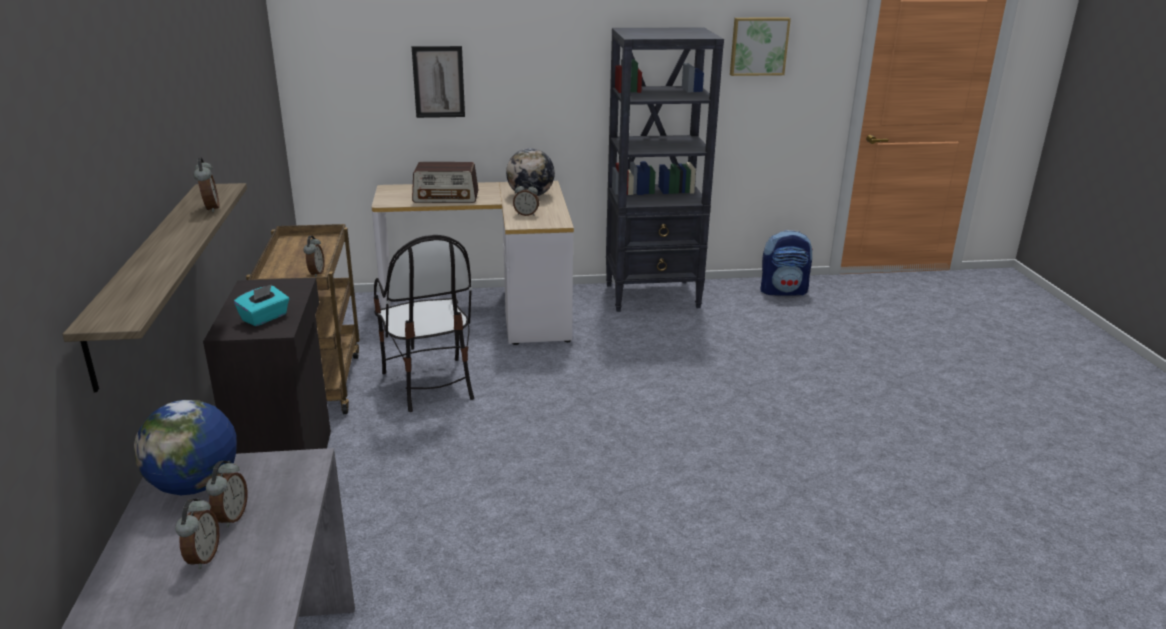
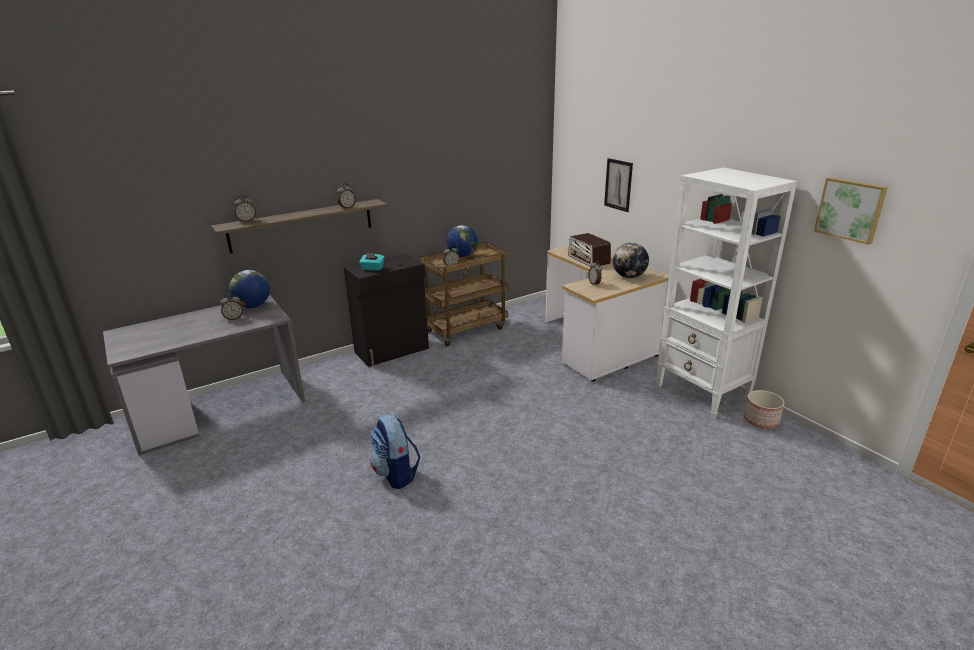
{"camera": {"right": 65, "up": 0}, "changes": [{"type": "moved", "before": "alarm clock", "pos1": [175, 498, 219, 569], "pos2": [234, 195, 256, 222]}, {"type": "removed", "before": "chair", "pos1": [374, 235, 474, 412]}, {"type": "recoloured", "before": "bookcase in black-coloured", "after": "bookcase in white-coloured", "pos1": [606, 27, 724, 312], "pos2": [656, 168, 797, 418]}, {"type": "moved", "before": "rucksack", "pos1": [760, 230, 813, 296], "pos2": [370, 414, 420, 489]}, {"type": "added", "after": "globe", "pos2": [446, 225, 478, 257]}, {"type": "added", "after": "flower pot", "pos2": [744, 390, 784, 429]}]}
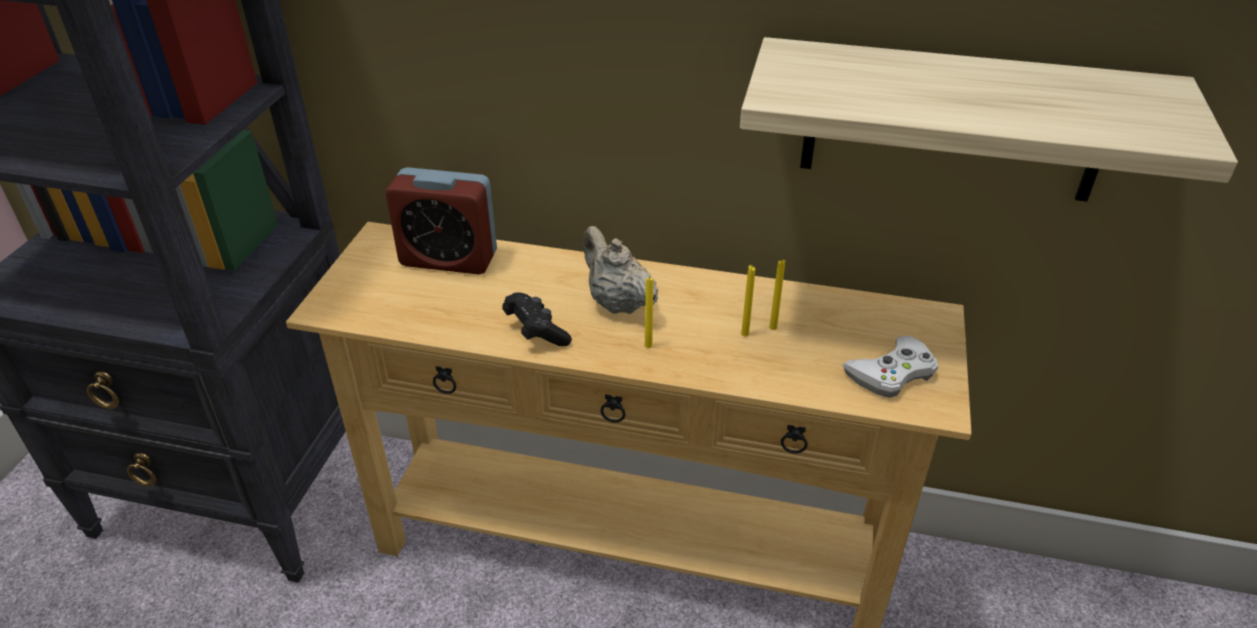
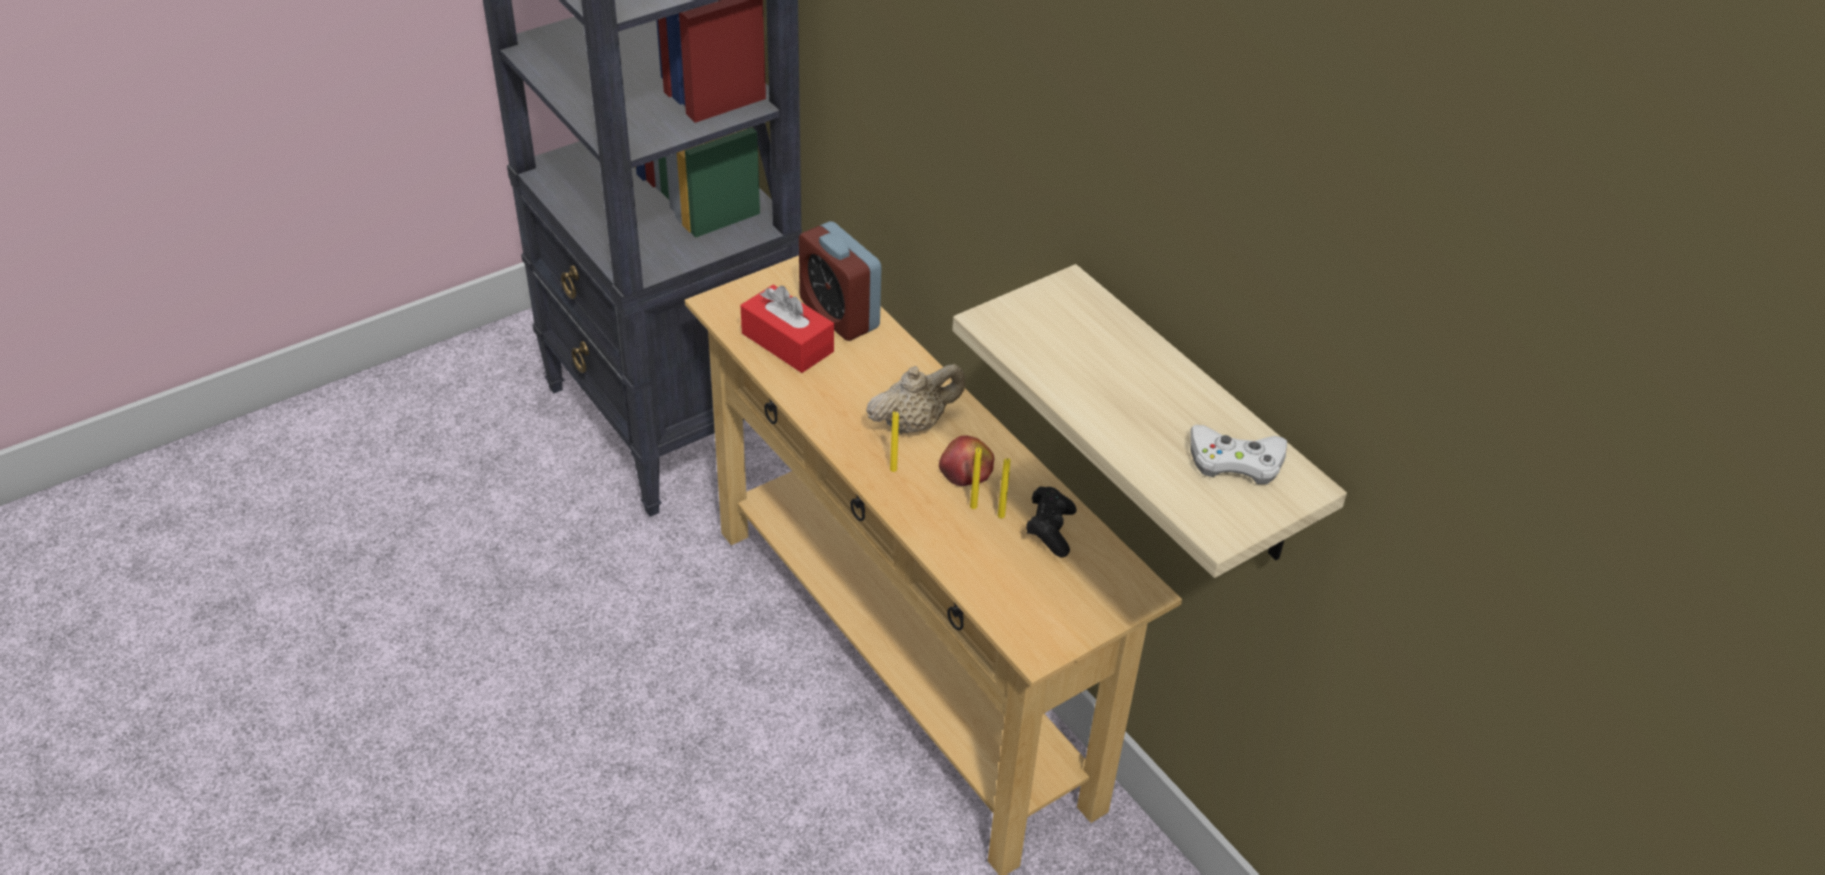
{"camera": {"right": 40, "up": 5}, "changes": [{"type": "moved", "before": "game controller in black-coloured", "pos1": [502, 292, 572, 346], "pos2": [1026, 486, 1077, 557]}, {"type": "turned", "before": "pot for tea in beige-coloured", "pos1": [583, 226, 658, 314], "pos2": [866, 364, 965, 434], "turn": 60}, {"type": "moved", "before": "game controller in white-coloured", "pos1": [842, 336, 938, 398], "pos2": [1190, 425, 1287, 484]}, {"type": "added", "after": "box of tissues in red", "pos2": [740, 285, 834, 373]}, {"type": "added", "after": "apple fruit", "pos2": [939, 436, 994, 486]}]}
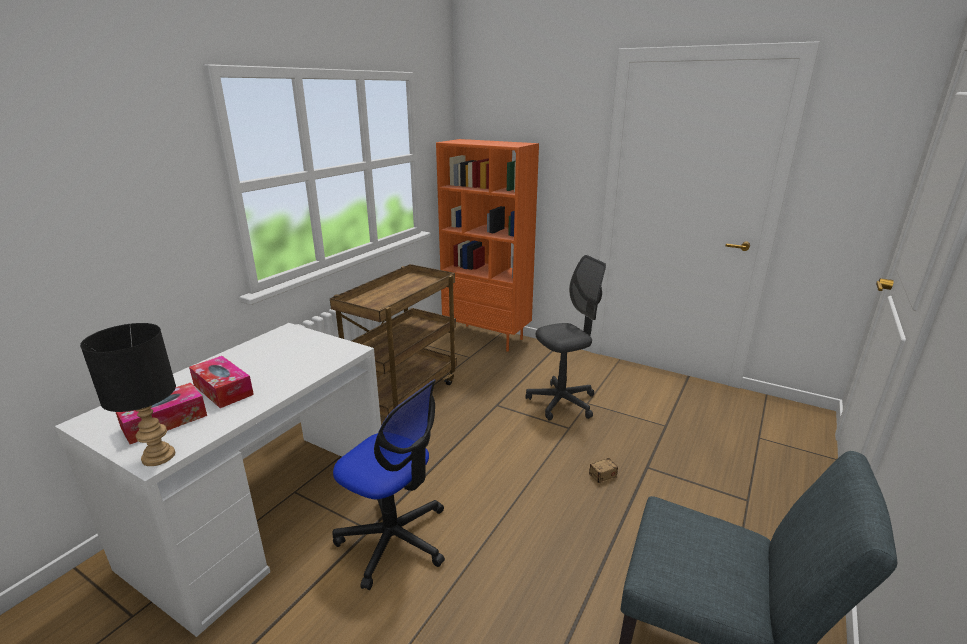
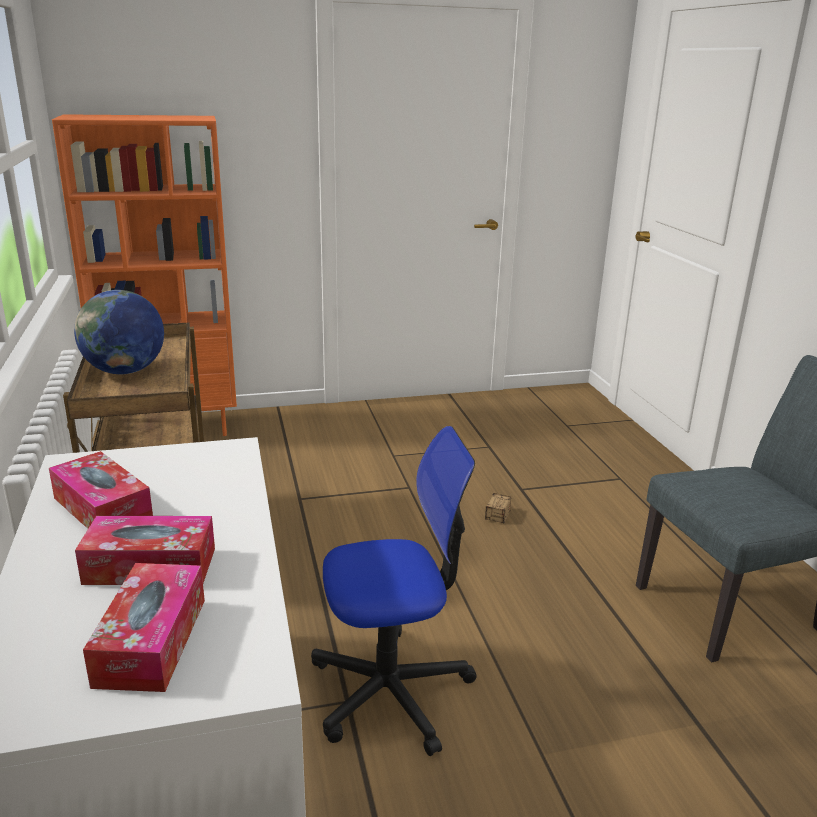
{"camera": {"right": -45, "up": 0}, "changes": [{"type": "removed", "before": "table lamp in black-coloured", "pos1": [80, 323, 176, 466]}, {"type": "removed", "before": "office chair in greyish", "pos1": [525, 255, 606, 421]}, {"type": "added", "after": "box of tissues", "pos2": [49, 451, 153, 529]}, {"type": "added", "after": "globe", "pos2": [74, 290, 164, 374]}]}
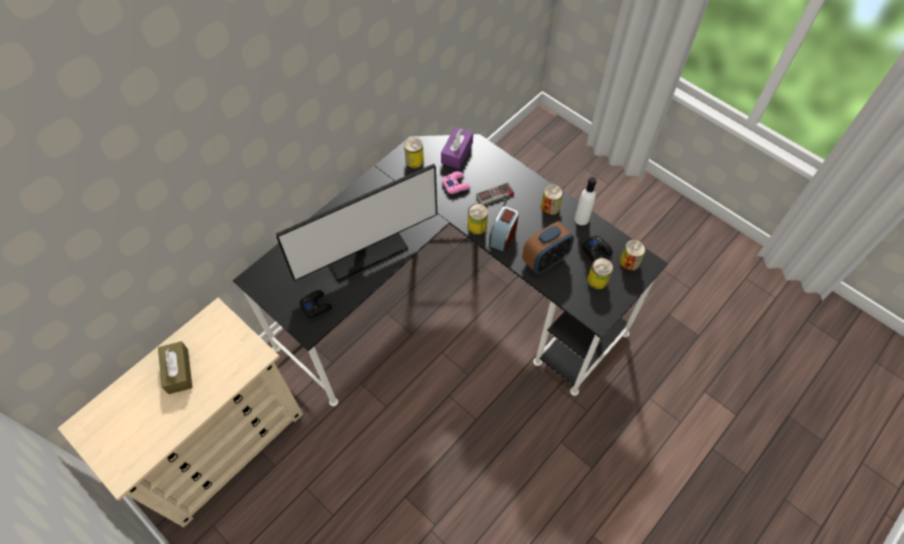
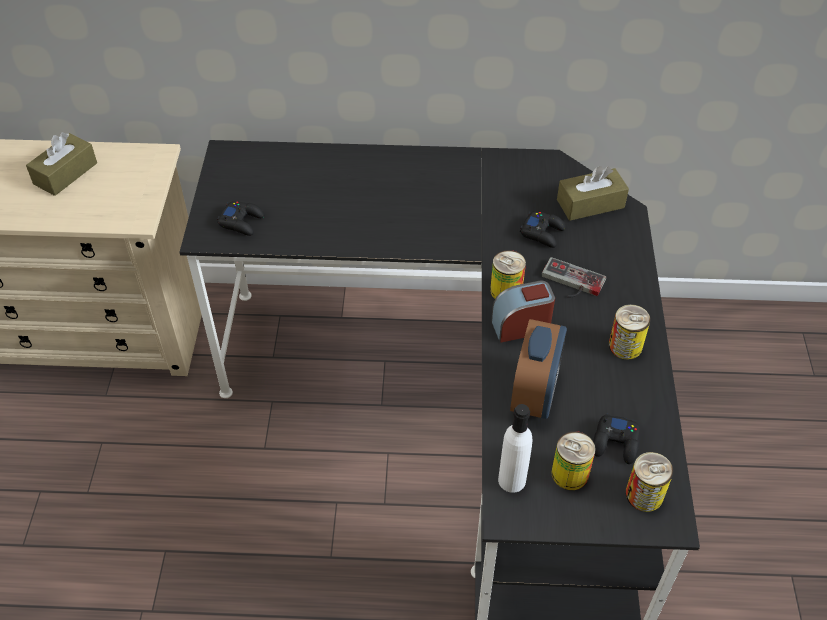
{"camera": {"right": 50, "up": -10}, "changes": [{"type": "removed", "before": "computer display", "pos1": [275, 164, 437, 282]}, {"type": "removed", "before": "can", "pos1": [404, 138, 424, 168]}, {"type": "recoloured", "before": "box of tissues in purple-coloured", "after": "box of tissues in brown", "pos1": [441, 127, 473, 169], "pos2": [557, 166, 629, 221]}, {"type": "recoloured", "before": "game controller in pinkish", "after": "game controller in black-coloured", "pos1": [442, 171, 470, 194], "pos2": [520, 211, 566, 248]}, {"type": "turned", "before": "alarm clock", "pos1": [522, 221, 574, 274], "pos2": [510, 319, 567, 419], "turn": -90}, {"type": "moved", "before": "bottle in white-coloured", "pos1": [574, 177, 597, 225], "pos2": [498, 404, 533, 493]}]}
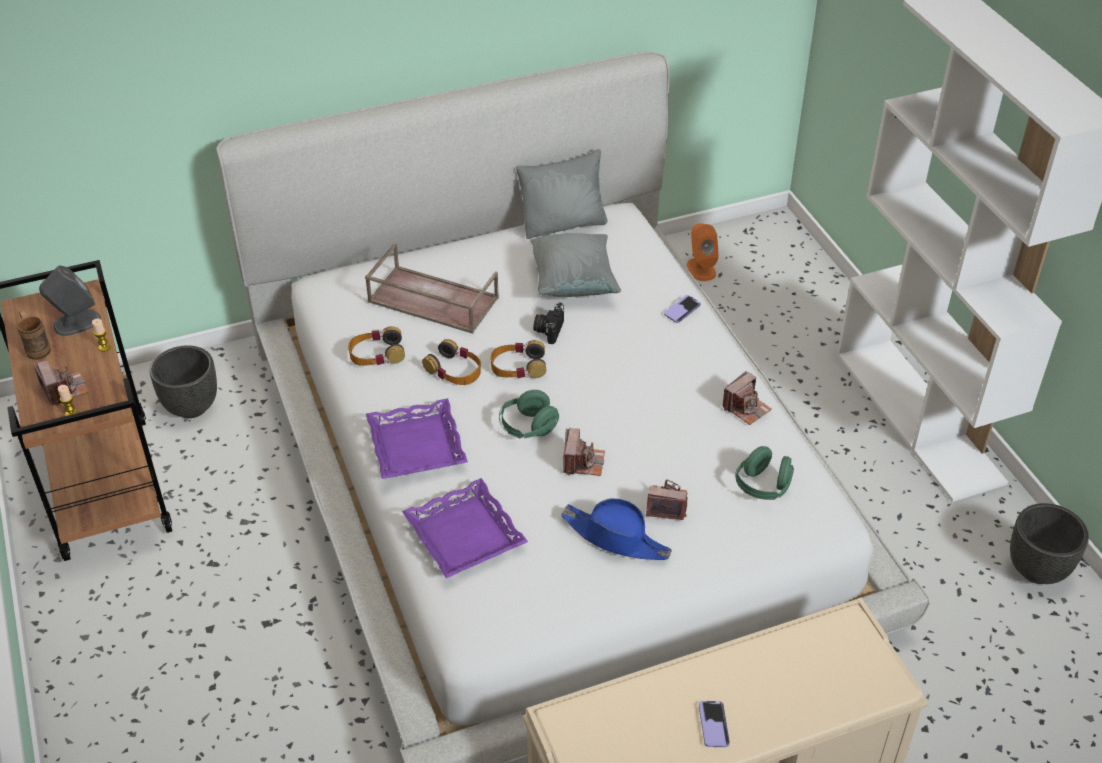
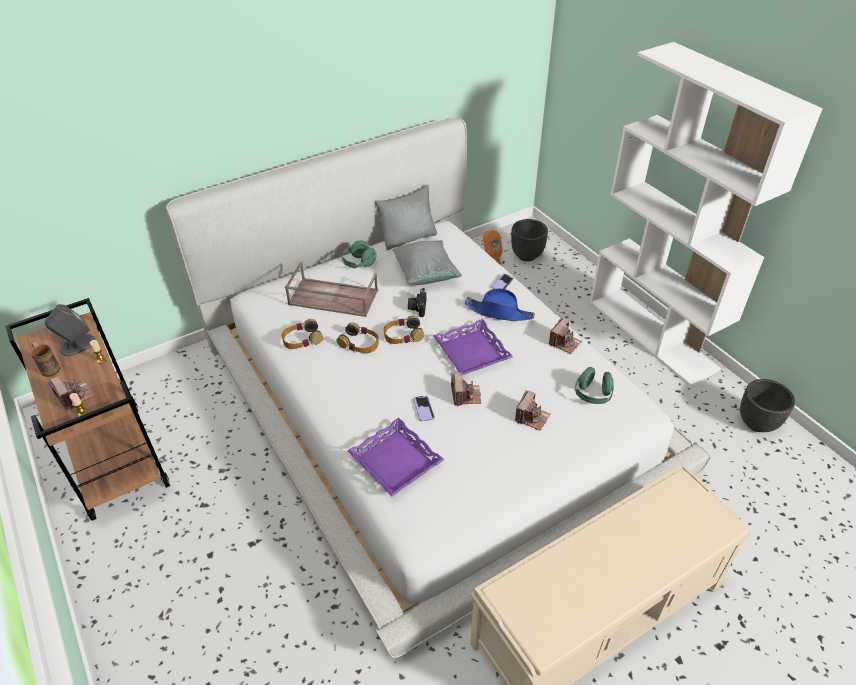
{"camera": {"right": -10, "up": 0}, "changes": [{"type": "moved", "before": "flower pot in black-coloured", "pos1": [150, 345, 217, 418], "pos2": [511, 219, 548, 261]}, {"type": "moved", "before": "serving tray in purple-coloured", "pos1": [366, 398, 468, 479], "pos2": [433, 319, 513, 375]}, {"type": "moved", "before": "headphones in green-coloured", "pos1": [499, 390, 559, 438], "pos2": [341, 241, 377, 269]}, {"type": "moved", "before": "hat in blue-coloured", "pos1": [561, 498, 672, 560], "pos2": [465, 289, 535, 321]}, {"type": "turned", "before": "photo camera", "pos1": [646, 479, 688, 520], "pos2": [515, 390, 551, 431], "turn": 120}, {"type": "moved", "before": "phone", "pos1": [699, 701, 730, 747], "pos2": [413, 396, 435, 421]}]}
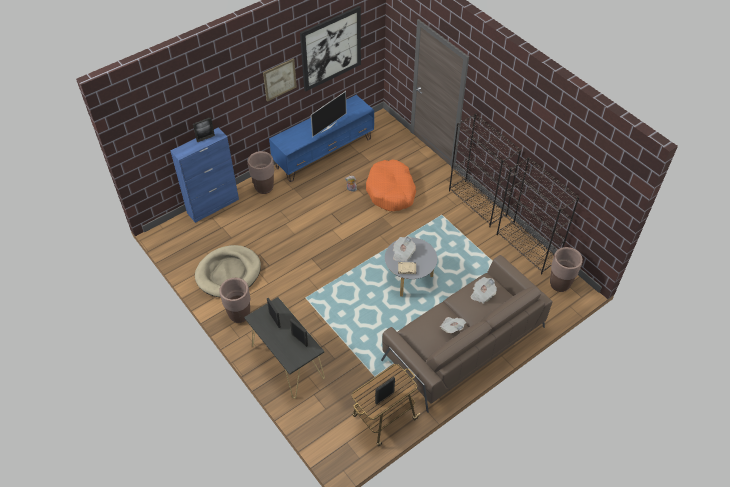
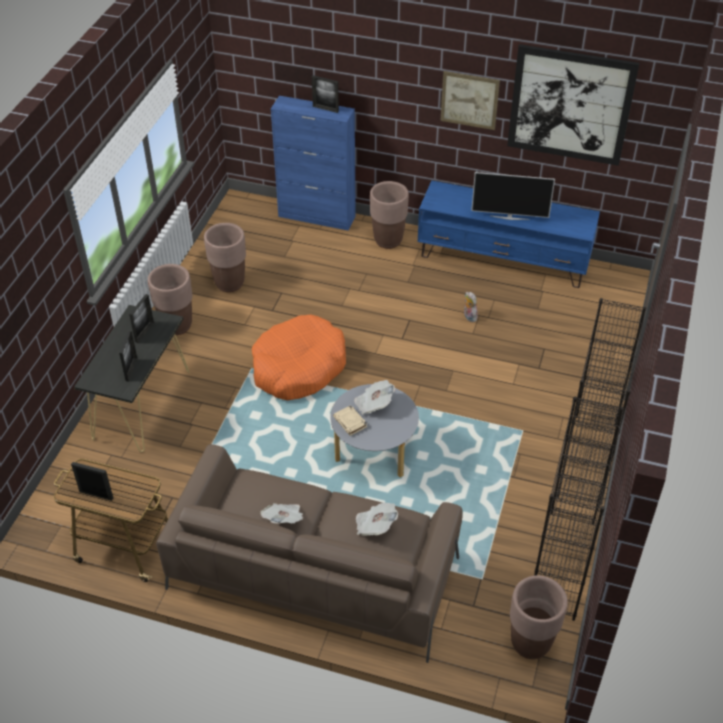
{"camera": {"right": 55, "up": -5}, "changes": [{"type": "replaced", "before": "pet bed in beige-coloured", "after": "flower pot in brown", "pos1": [195, 245, 261, 297], "pos2": [204, 223, 246, 292]}, {"type": "moved", "before": "pet bed in orange-coloured", "pos1": [366, 159, 416, 211], "pos2": [252, 315, 346, 400]}]}
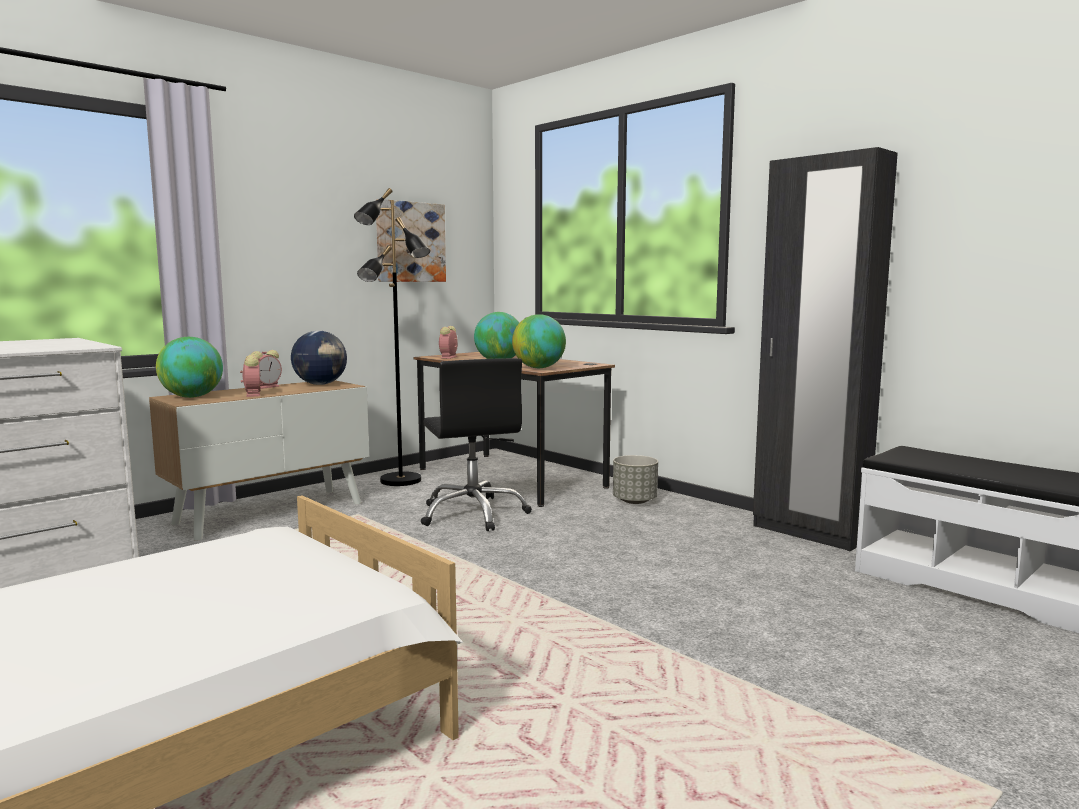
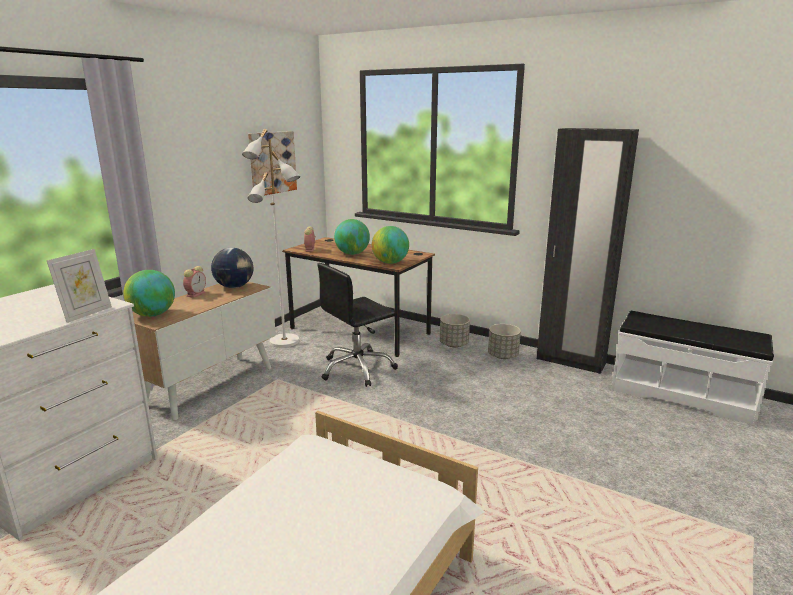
{"camera": {"right": -15, "up": 10}, "changes": [{"type": "removed", "before": "alarm clock", "pos1": [240, 355, 261, 397]}, {"type": "recoloured", "before": "standard lamp in black-coloured", "after": "standard lamp in white-coloured", "pos1": [354, 188, 430, 486], "pos2": [242, 129, 300, 348]}, {"type": "turned", "before": "office chair in black-coloured", "pos1": [421, 358, 532, 531], "pos2": [317, 263, 398, 387], "turn": 90}, {"type": "added", "after": "picture frame", "pos2": [47, 249, 112, 323]}, {"type": "added", "after": "flower pot in greyish", "pos2": [488, 324, 521, 359]}]}
